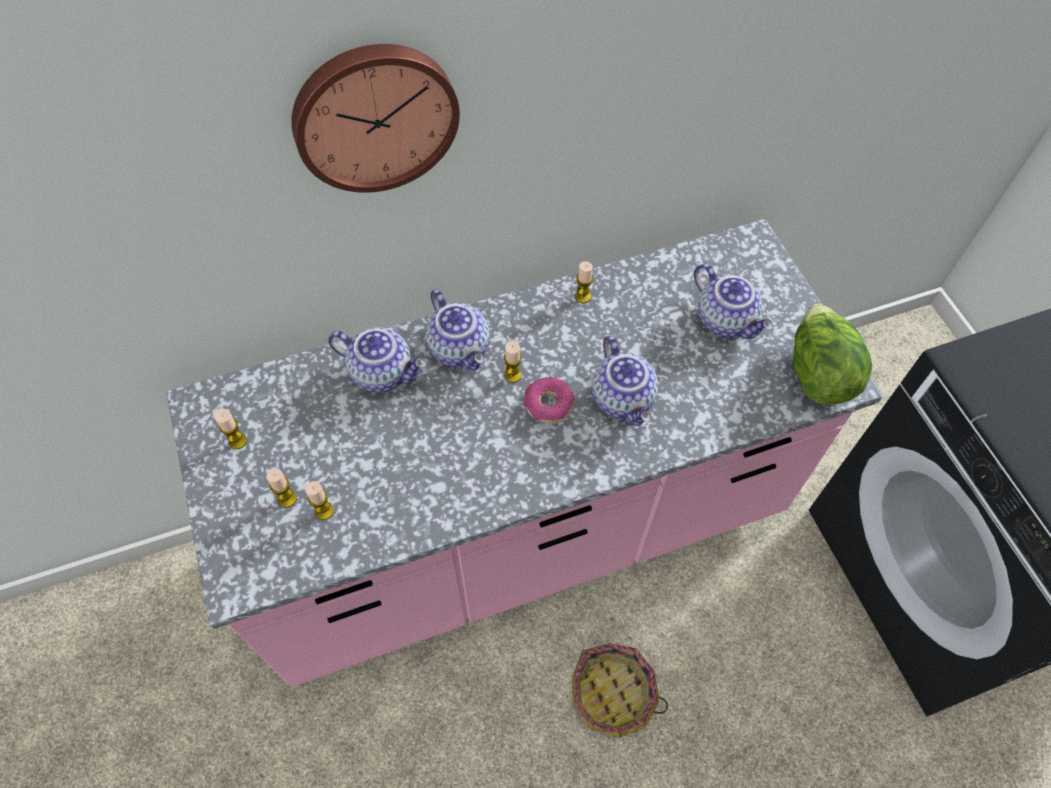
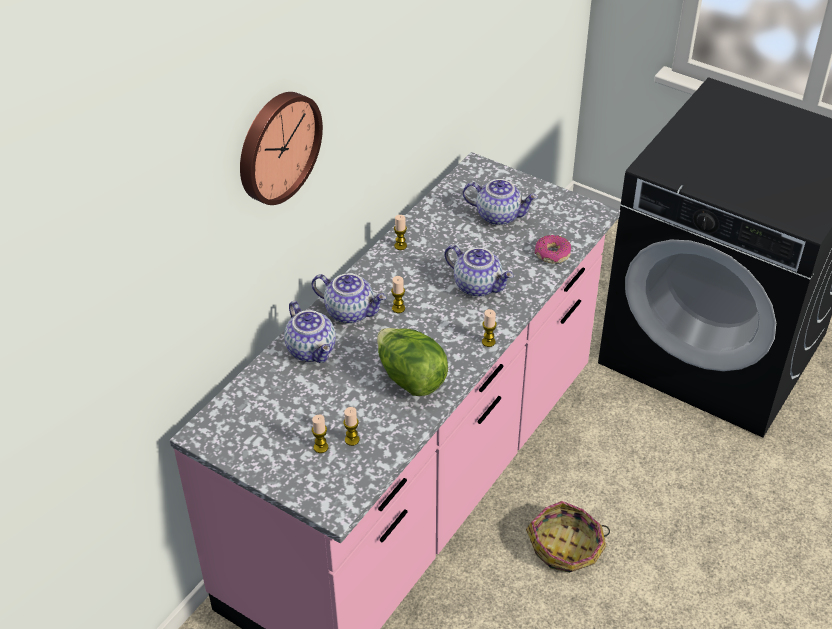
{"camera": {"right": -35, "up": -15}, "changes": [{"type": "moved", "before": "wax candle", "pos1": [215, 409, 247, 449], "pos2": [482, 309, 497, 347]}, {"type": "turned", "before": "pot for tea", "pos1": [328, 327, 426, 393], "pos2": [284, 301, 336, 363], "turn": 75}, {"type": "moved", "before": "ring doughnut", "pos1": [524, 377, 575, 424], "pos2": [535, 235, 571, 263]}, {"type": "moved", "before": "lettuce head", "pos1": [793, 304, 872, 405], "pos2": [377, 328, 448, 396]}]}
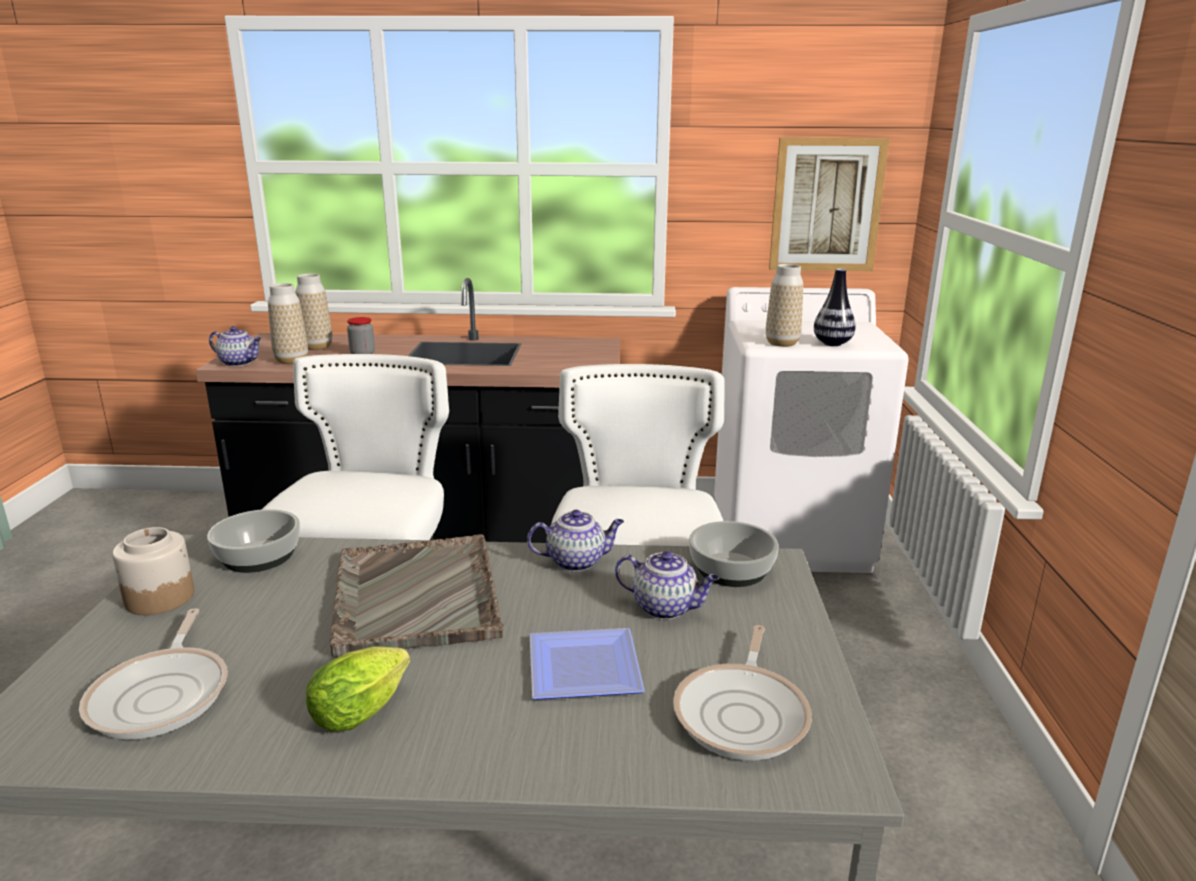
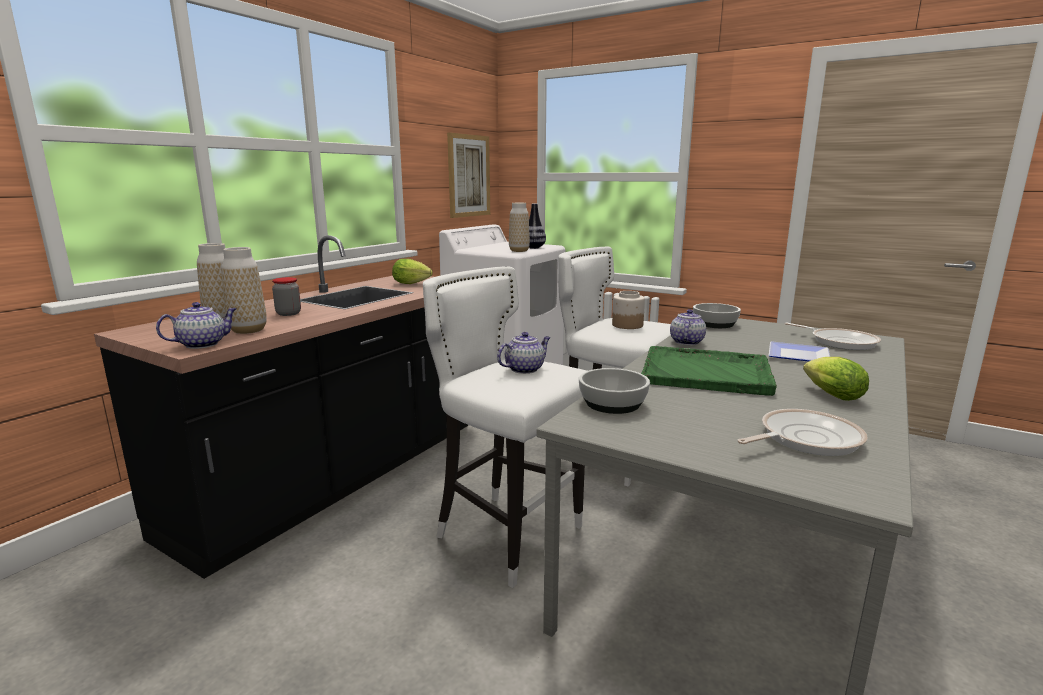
{"camera": {"right": -60, "up": -5}, "changes": [{"type": "turned", "before": "skillet", "pos1": [79, 608, 228, 739], "pos2": [737, 409, 868, 456], "turn": -45}, {"type": "moved", "before": "jar", "pos1": [112, 527, 194, 615], "pos2": [612, 291, 645, 329]}, {"type": "recoloured", "before": "serving tray in greyish", "after": "serving tray in green-coloured", "pos1": [330, 534, 503, 658], "pos2": [641, 346, 777, 396]}, {"type": "moved", "before": "pot for tea", "pos1": [615, 551, 719, 619], "pos2": [497, 332, 551, 374]}, {"type": "added", "after": "lettuce head", "pos2": [392, 259, 433, 284]}]}
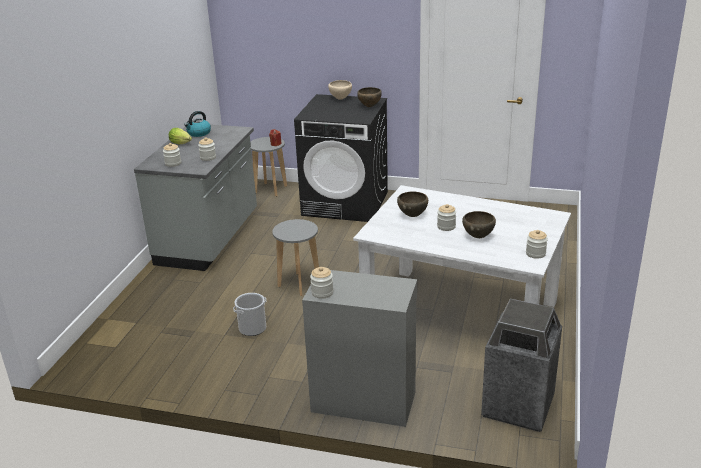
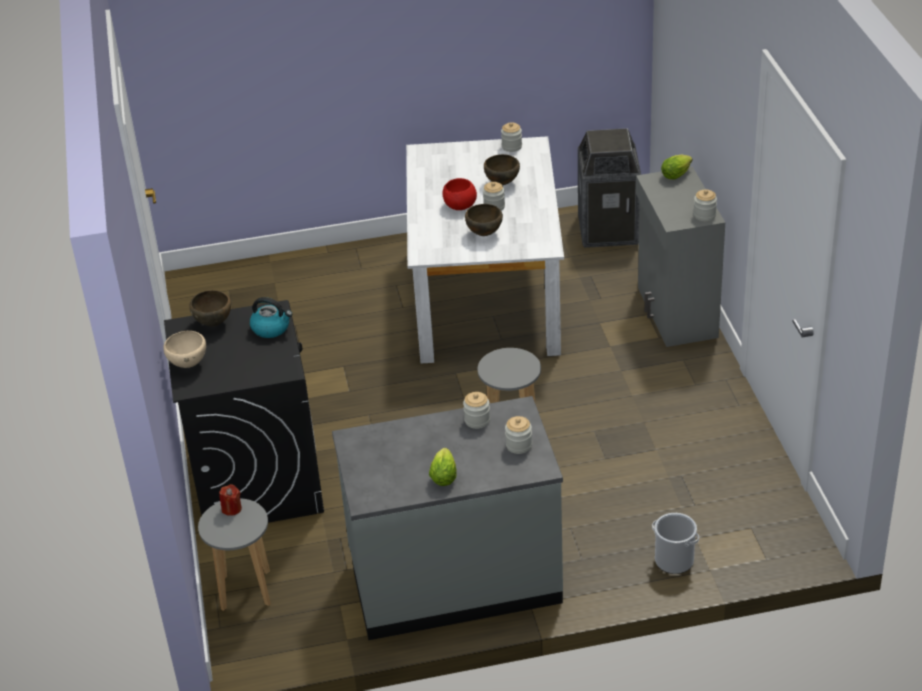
{"camera": {"right": -115, "up": 10}, "changes": [{"type": "moved", "before": "kettle", "pos1": [184, 111, 211, 137], "pos2": [250, 297, 292, 338]}, {"type": "moved", "before": "bucket", "pos1": [233, 293, 266, 336], "pos2": [652, 513, 699, 574]}, {"type": "added", "after": "bowl in red", "pos2": [442, 178, 477, 210]}, {"type": "added", "after": "lettuce head", "pos2": [661, 155, 692, 179]}]}
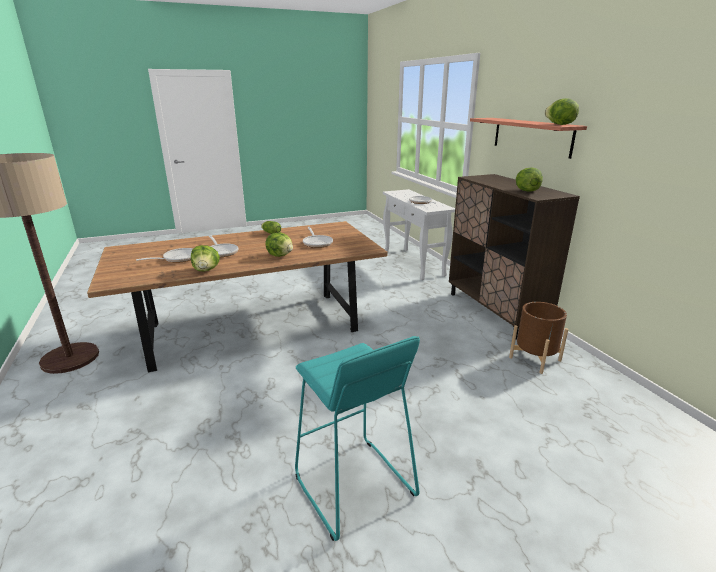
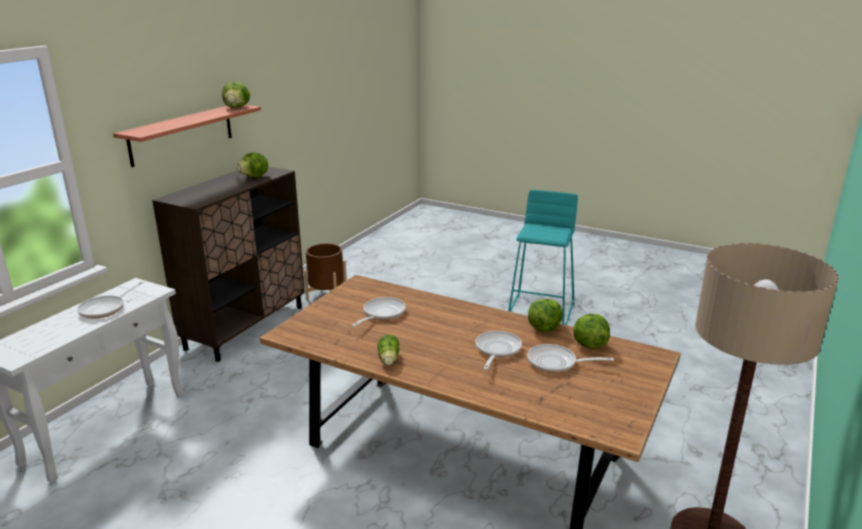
{"camera": {"right": -130, "up": 0}, "changes": [{"type": "moved", "before": "lettuce head", "pos1": [265, 232, 293, 257], "pos2": [573, 314, 610, 349]}]}
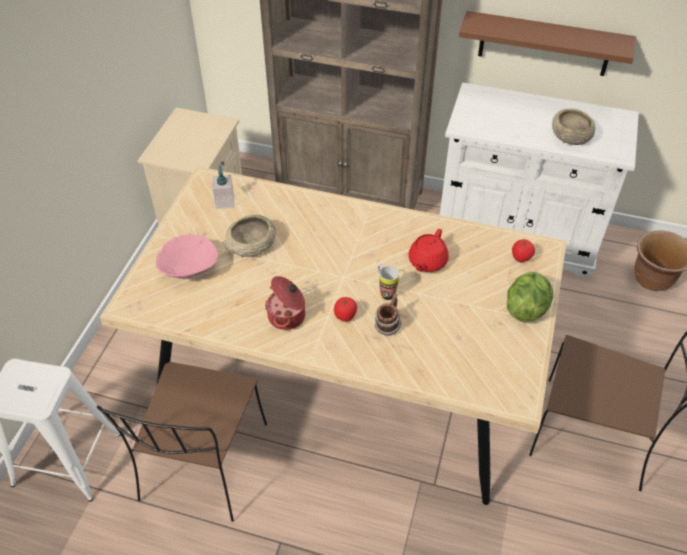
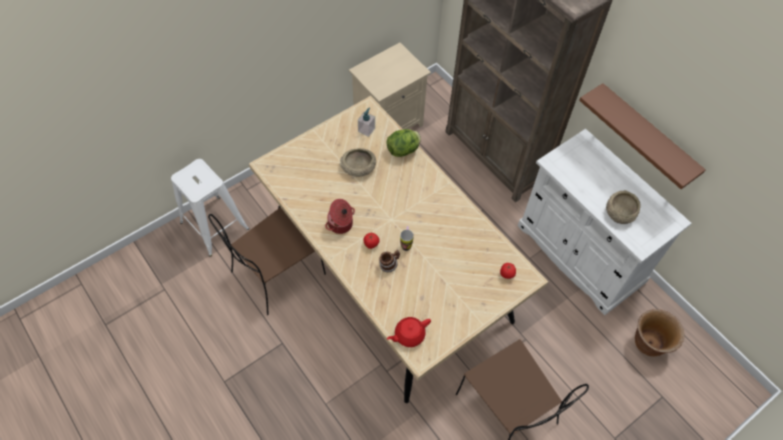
{"camera": {"right": 35, "up": 10}, "changes": [{"type": "removed", "before": "bowl in pinkish", "pos1": [156, 235, 218, 279]}, {"type": "moved", "before": "pot for tea in red", "pos1": [409, 229, 449, 272], "pos2": [387, 317, 431, 347]}, {"type": "moved", "before": "lettuce head", "pos1": [507, 271, 553, 322], "pos2": [386, 129, 421, 157]}]}
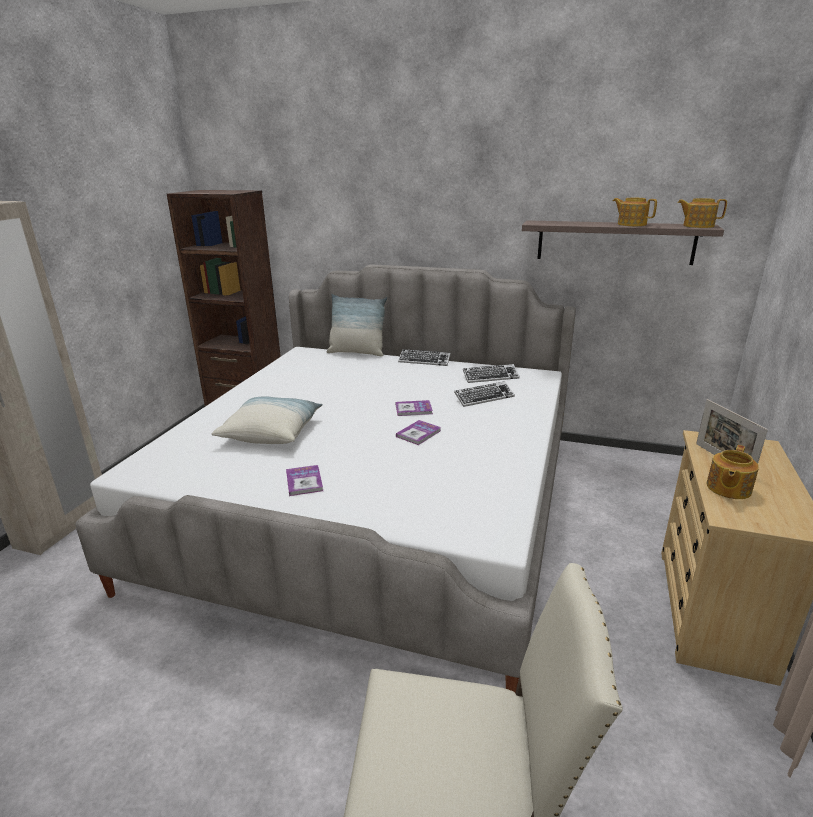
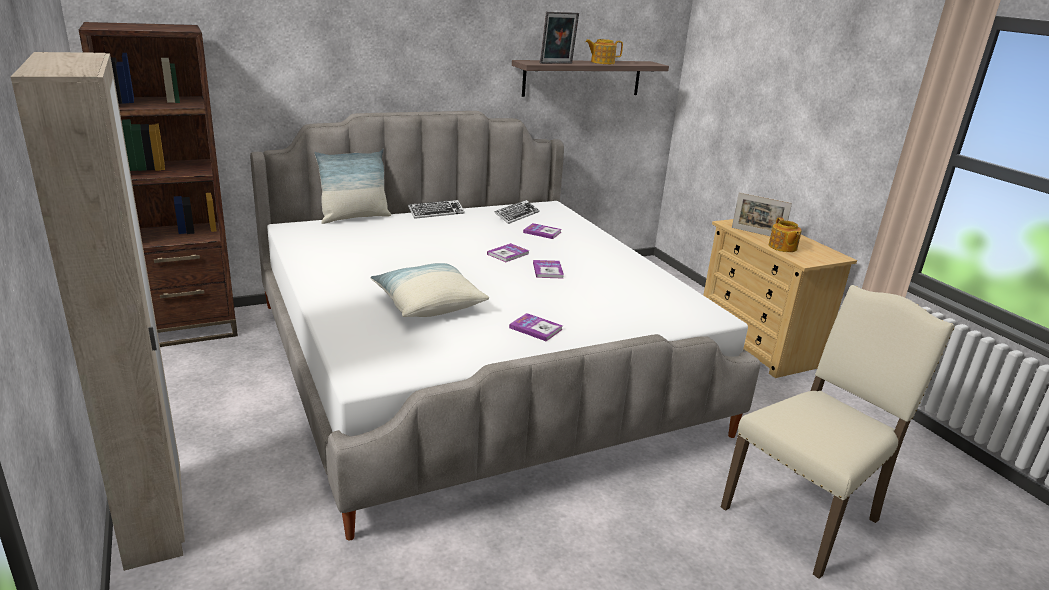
{"camera": {"right": -45, "up": 0}, "changes": [{"type": "replaced", "before": "computer keyboard", "after": "book", "pos1": [454, 381, 515, 407], "pos2": [523, 223, 561, 239]}, {"type": "removed", "before": "pot for tea", "pos1": [678, 198, 727, 228]}, {"type": "added", "after": "picture frame", "pos2": [540, 11, 579, 64]}]}
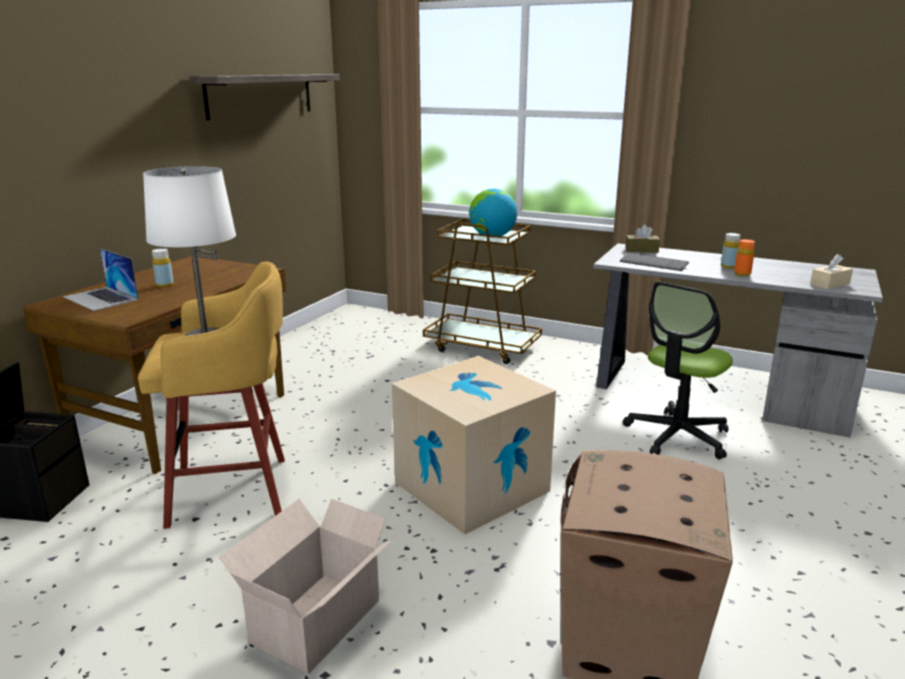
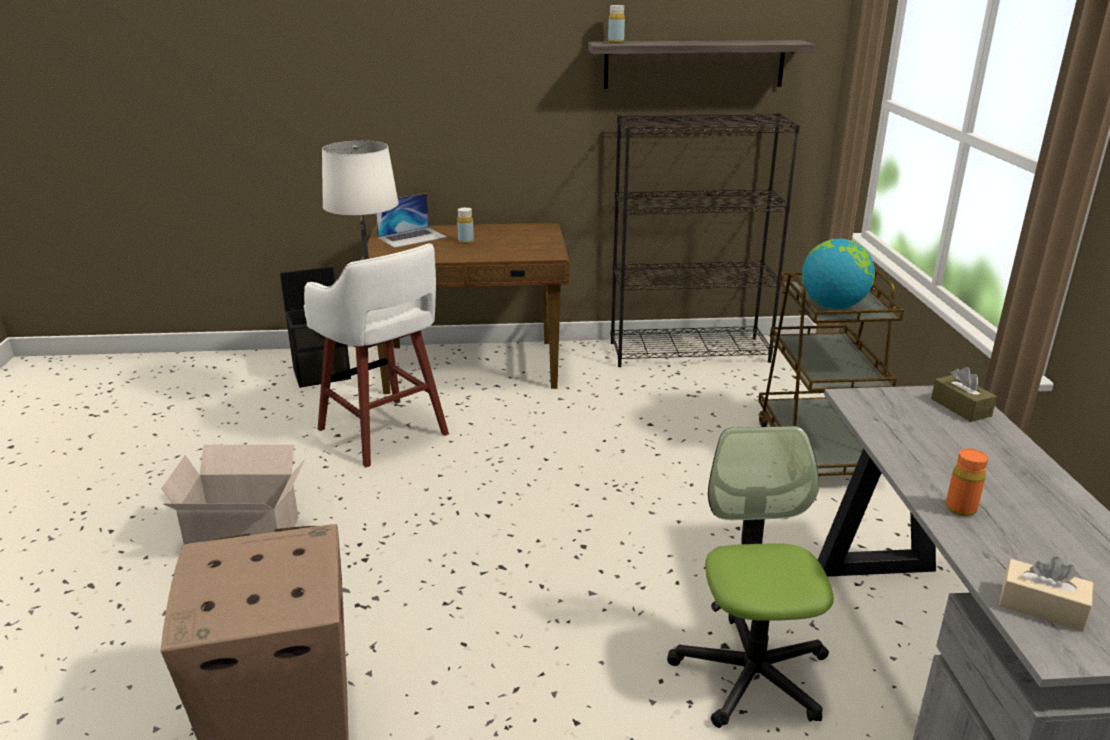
{"camera": {"right": 60, "up": 5}, "changes": [{"type": "turned", "before": "notebook computer", "pos1": [63, 248, 139, 311], "pos2": [375, 193, 447, 248], "turn": -135}, {"type": "recoloured", "before": "stool seat in yellow", "after": "stool seat in white-coloured", "pos1": [138, 261, 285, 529], "pos2": [304, 244, 449, 467]}, {"type": "removed", "before": "packing box", "pos1": [392, 356, 556, 534]}, {"type": "removed", "before": "computer keyboard", "pos1": [620, 253, 689, 271]}, {"type": "turned", "before": "office chair", "pos1": [623, 282, 733, 459], "pos2": [667, 426, 834, 728], "turn": 75}, {"type": "moved", "before": "bottle in yellow", "pos1": [721, 233, 741, 269], "pos2": [608, 5, 625, 43]}, {"type": "added", "after": "bookcase in black-coloured", "pos2": [611, 113, 800, 367]}]}
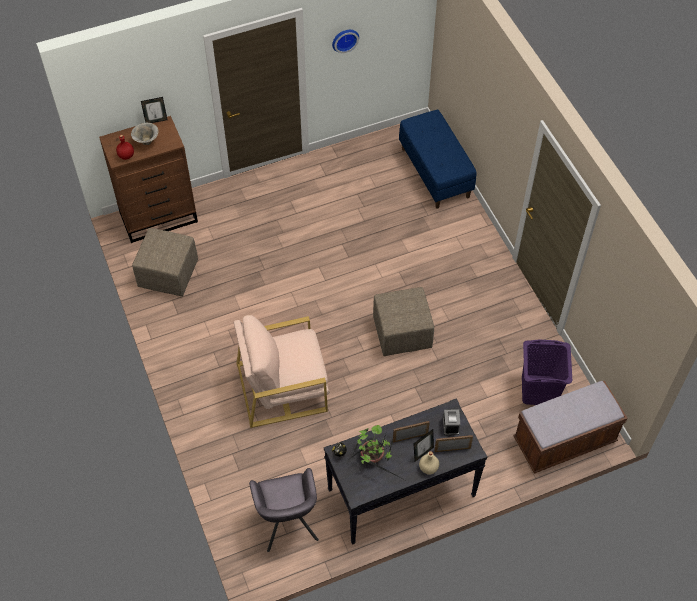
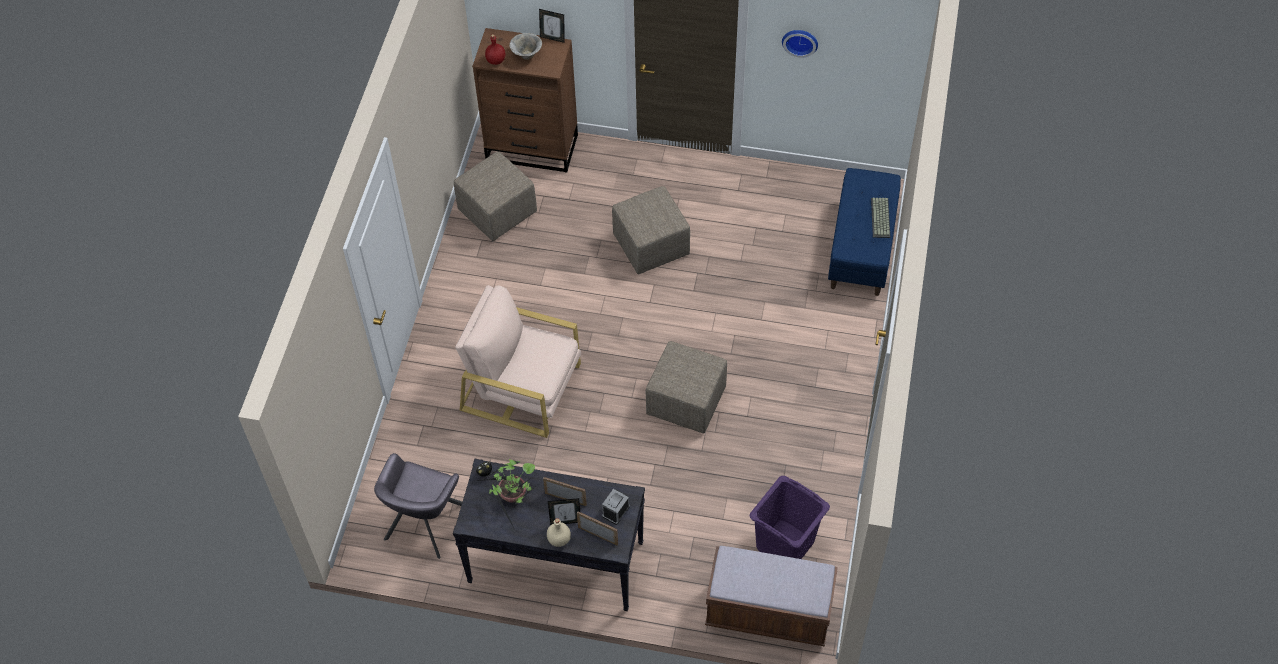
{"camera": {"right": 35, "up": 0}, "changes": [{"type": "added", "after": "footrest in beige-coloured", "pos2": [612, 186, 690, 274]}, {"type": "added", "after": "computer keyboard", "pos2": [871, 198, 890, 238]}]}
